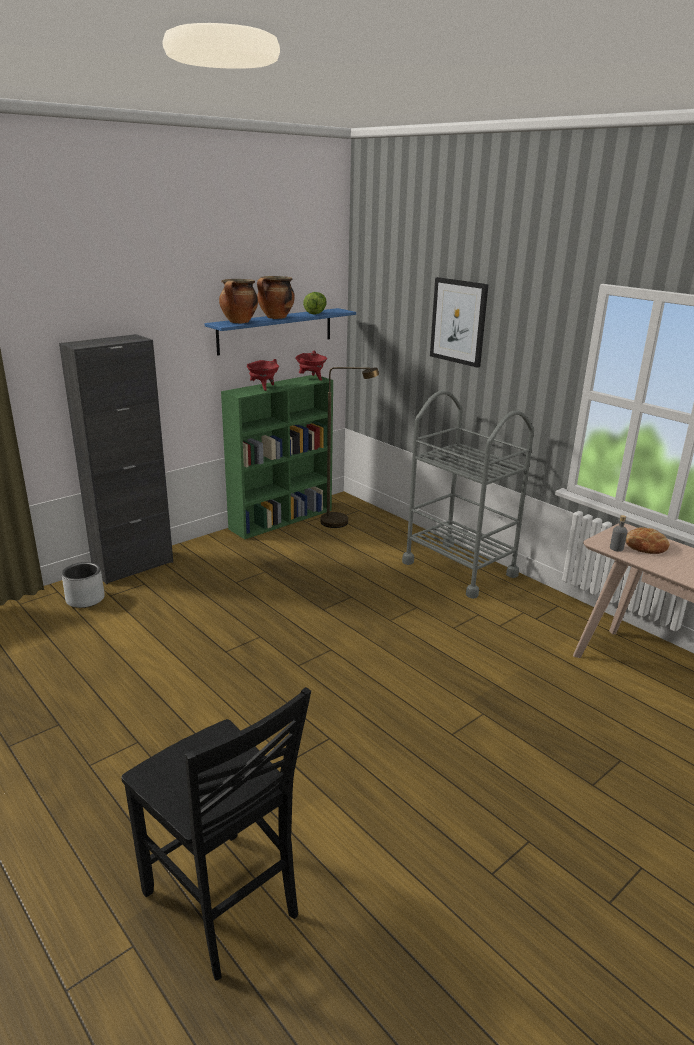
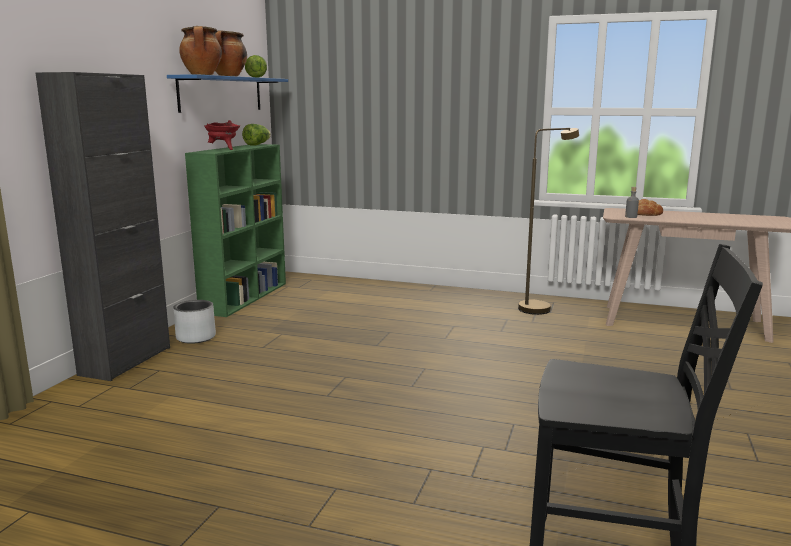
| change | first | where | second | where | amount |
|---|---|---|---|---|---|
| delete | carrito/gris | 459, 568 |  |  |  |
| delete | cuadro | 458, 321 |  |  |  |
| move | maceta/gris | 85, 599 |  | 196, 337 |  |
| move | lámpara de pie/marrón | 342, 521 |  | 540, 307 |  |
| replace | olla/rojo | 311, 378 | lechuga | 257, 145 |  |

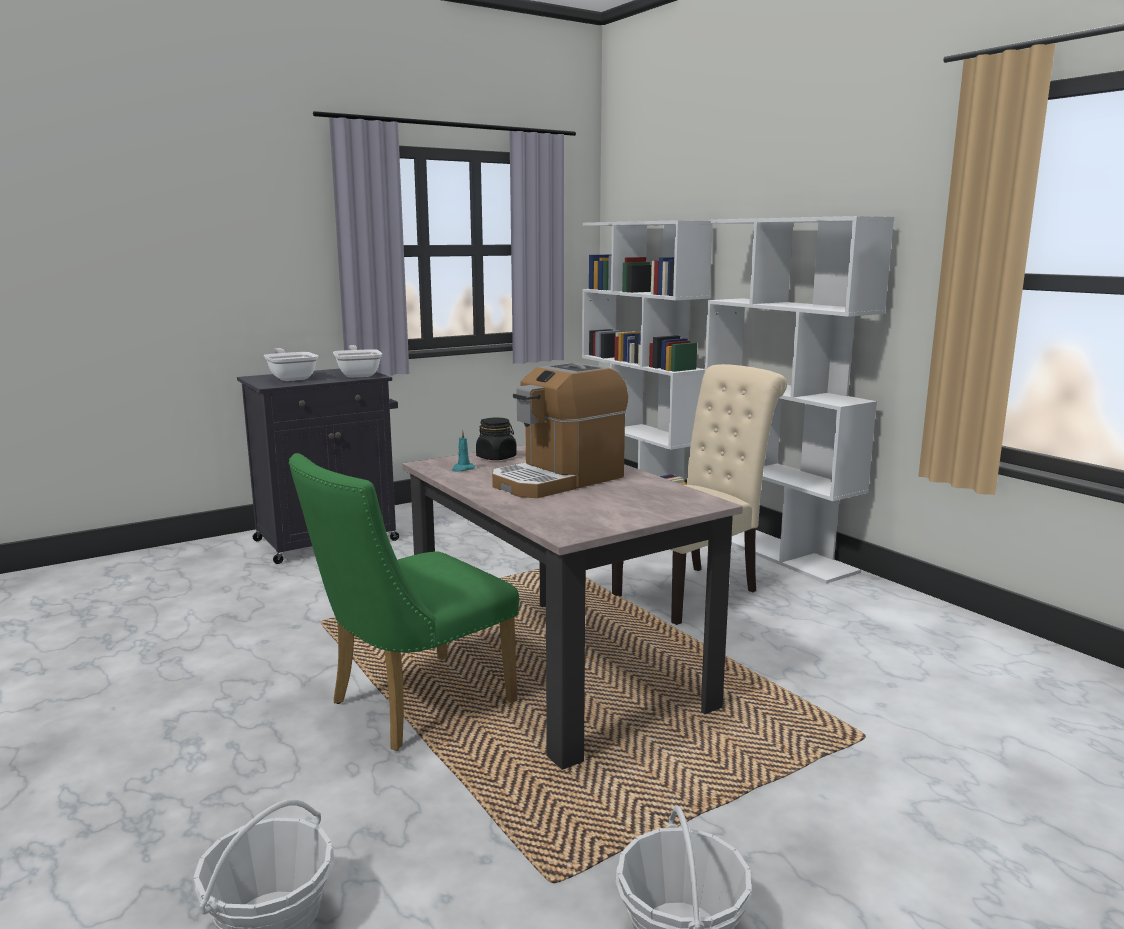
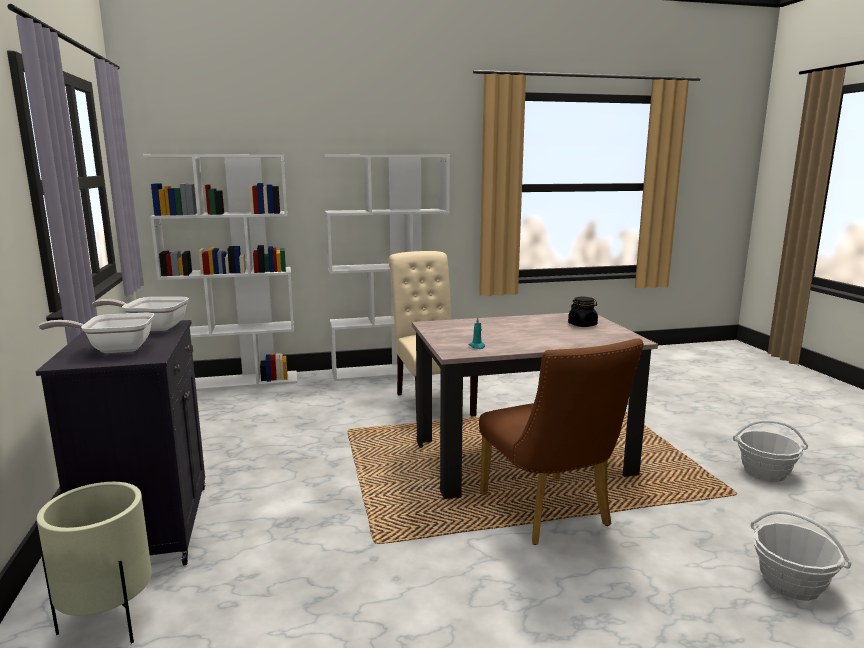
| change | first | where | second | where | amount |
|---|---|---|---|---|---|
| delete | cafetera | 558, 480 |  |  |  |
| insert |  |  | maceta/beis | 109, 621 |  |
| move | tarro/negro | 496, 457 |  | 582, 325 |  |
| recolor | silla/verde | 410, 706 | silla/marrón | 550, 514 |  |

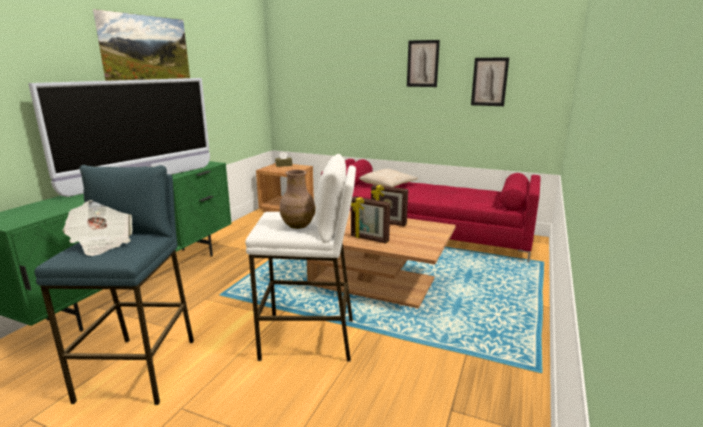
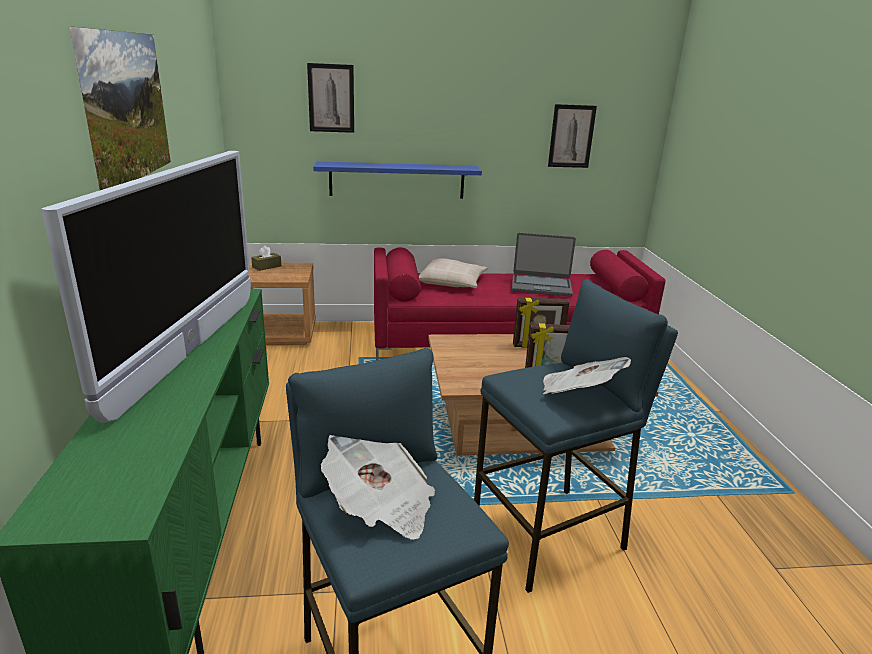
| change | first | where | second | where | amount |
|---|---|---|---|---|---|
| insert |  |  | estante/azul | 397, 180 |  |
| insert |  |  | portátil | 541, 286 |  |
| move | cuadro | 422, 63 |  | 331, 98 |  |
| replace | florero/marrón | 297, 225 | periódico | 578, 393 |  |
| recolor | taburete/blanco | 309, 339 | taburete/azul | 550, 536 |  |

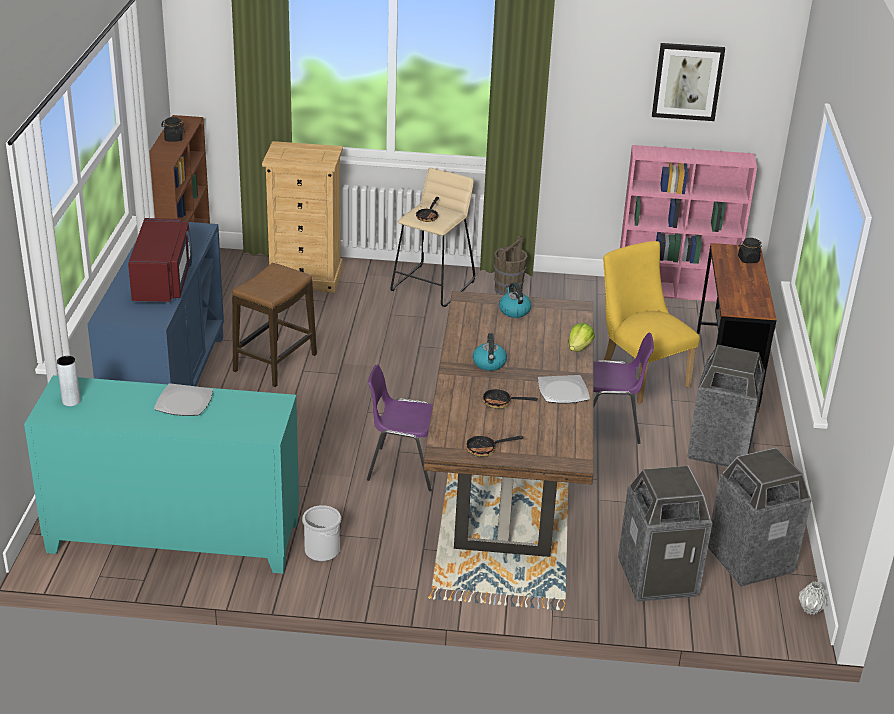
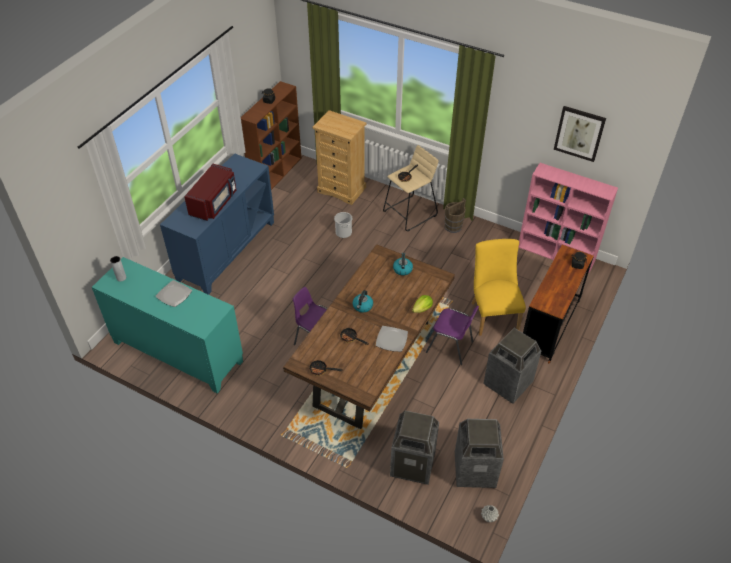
| change | first | where | second | where | amount |
|---|---|---|---|---|---|
| delete | taburete | 275, 363 |  |  |  |
| move | cubo | 321, 550 |  | 343, 232 |  |

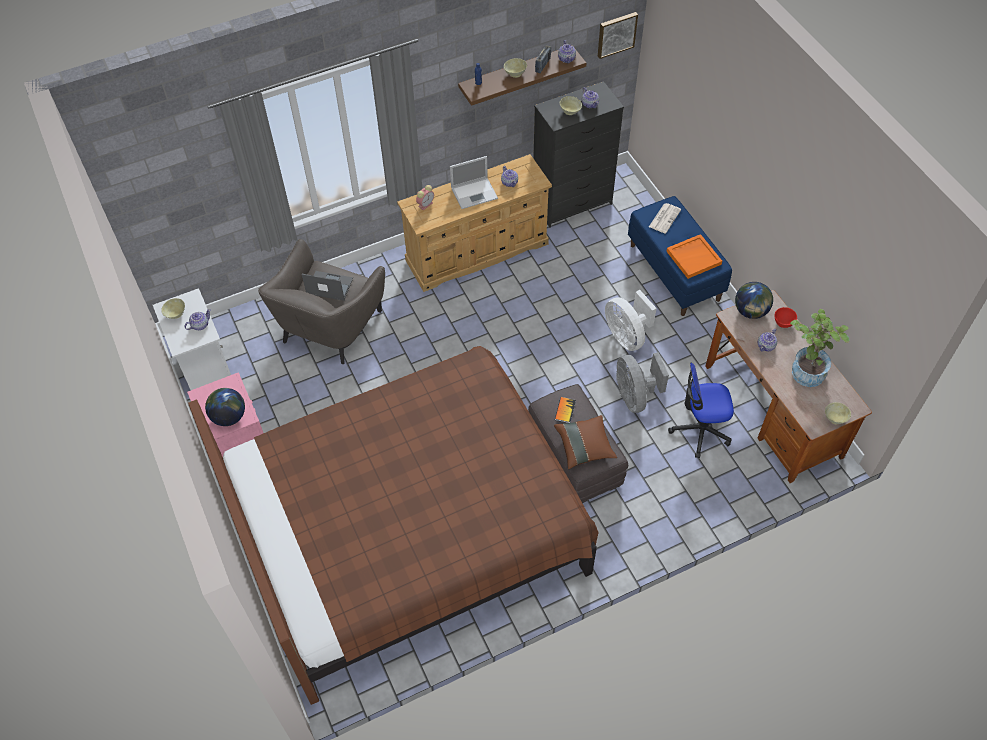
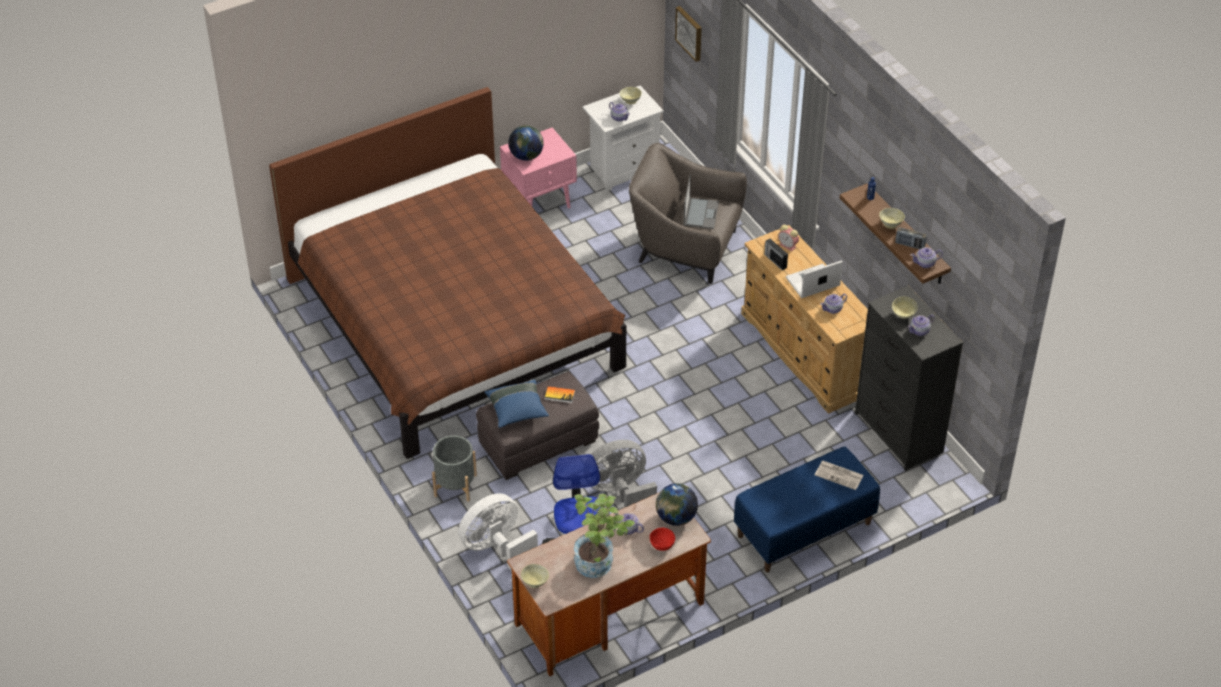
| change | first | where | second | where | amount |
|---|---|---|---|---|---|
| delete | bandeja/naranja | 693, 257 |  |  |  |
| insert |  |  | maceta/gris | 455, 485 |  |
| insert |  |  | radio | 775, 261 |  |
| move | cuadro | 616, 34 |  | 690, 33 |  |
| move | ventilador/blanco | 627, 336 |  | 496, 547 |  |
| recolor | cojín/marrón | 584, 447 | cojín/azul | 517, 411 |  |
| rotate | portátil | 475, 193 |  | 811, 282 | 90 degrees clockwise |

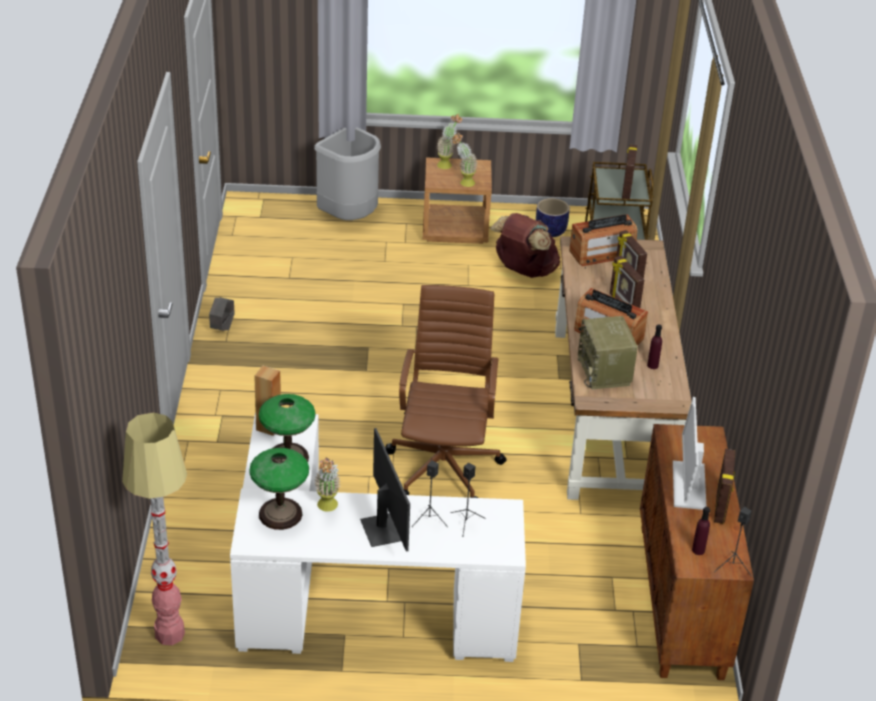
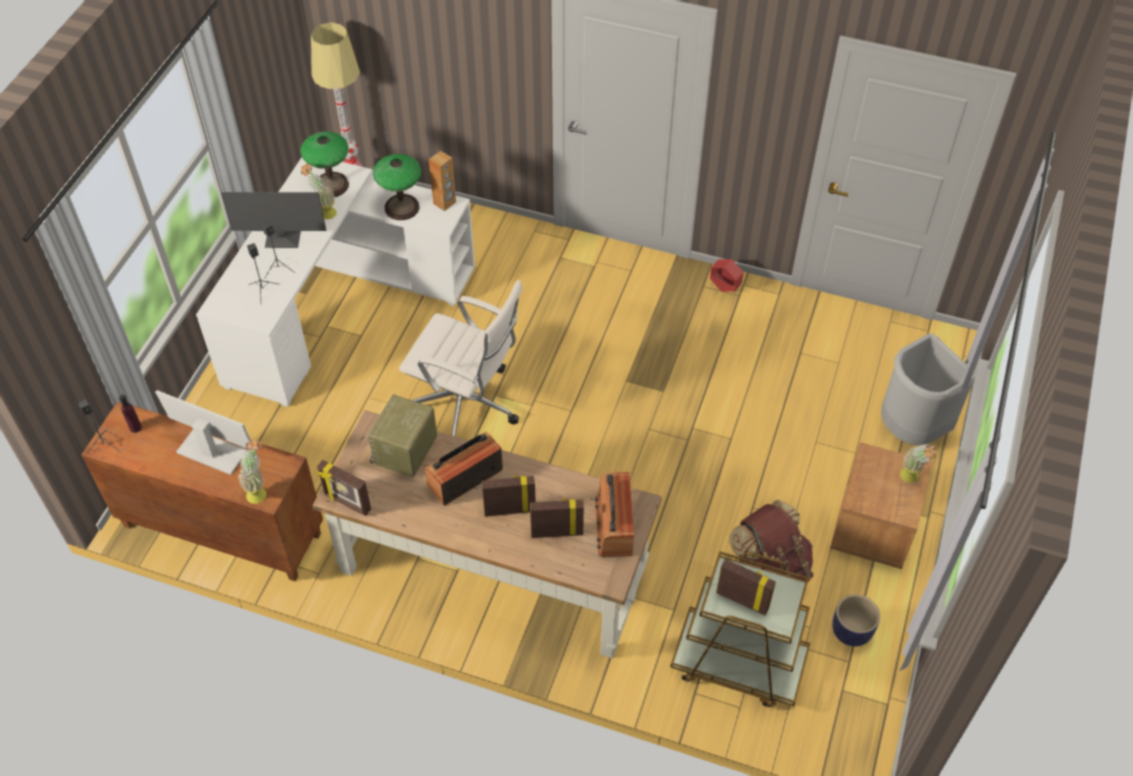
| change | first | where | second | where | amount |
|---|---|---|---|---|---|
| delete | botella/morado | 652, 365 |  |  |  |
| move | planta en maceta | 463, 182 |  | 259, 491 |  |
| move | portarretratos | 721, 506 |  | 347, 503 |  |
| recolor | maceta/gris | 222, 328 | maceta/rojo | 724, 287 |  |
| recolor | silla de oficina/marrón | 444, 466 | silla de oficina/blanco | 466, 406 |  |
| rotate | radio | 605, 372 |  | 406, 452 | 75 degrees counterclockwise |

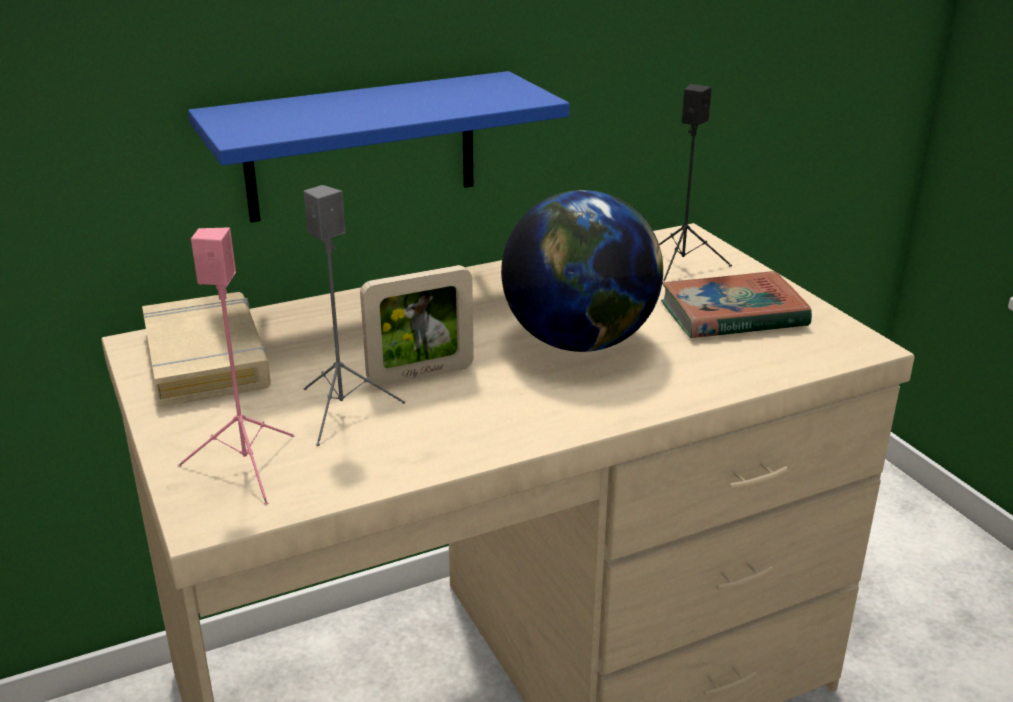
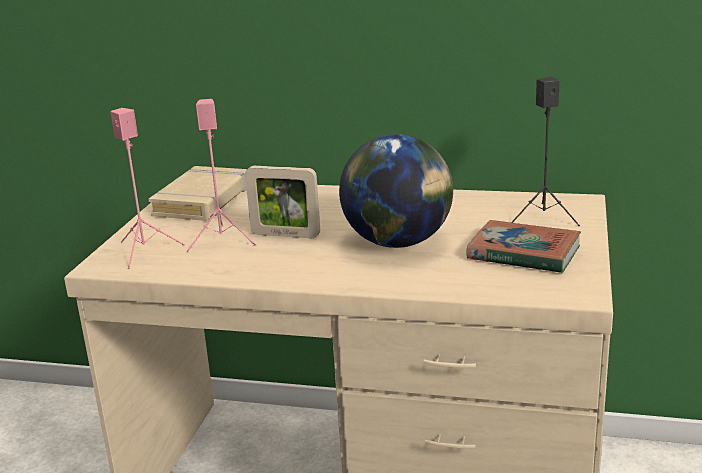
| change | first | where | second | where | amount |
|---|---|---|---|---|---|
| delete | estante/azul | 361, 147 |  |  |  |
| recolor | altavoz/gris | 343, 411 | altavoz/rosa | 222, 240 |  |

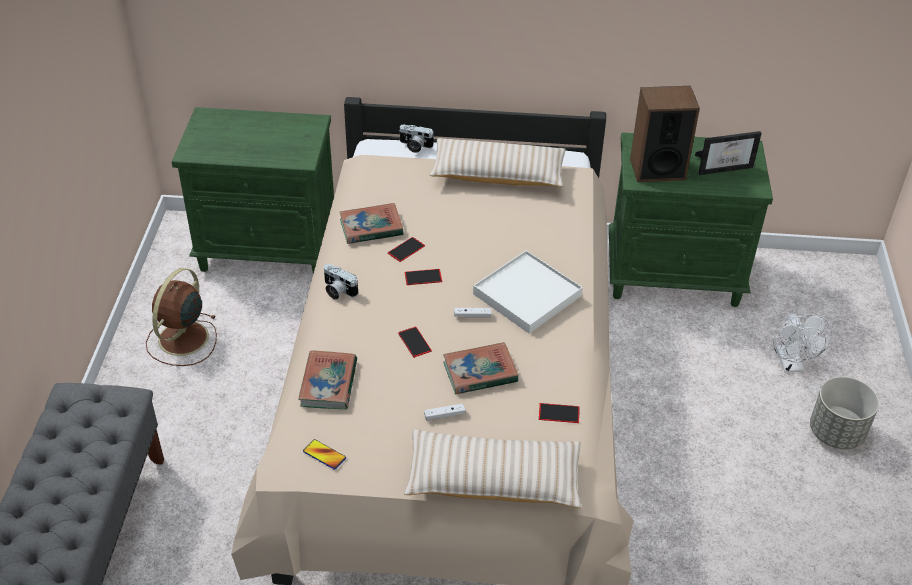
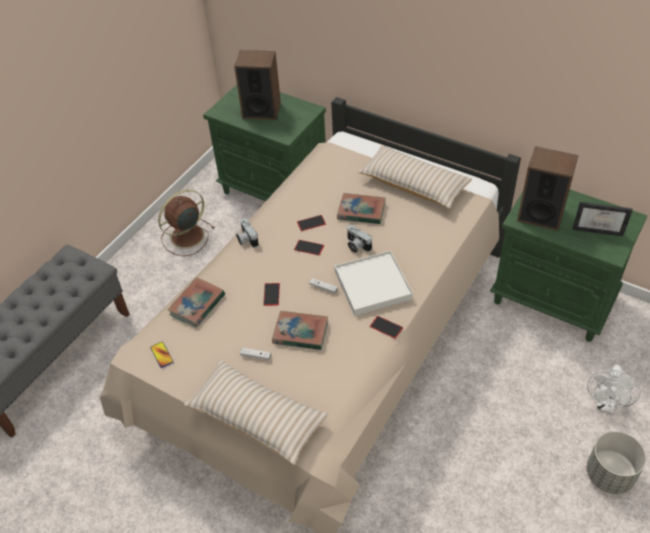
| change | first | where | second | where | amount |
|---|---|---|---|---|---|
| insert |  |  | altavoz | 261, 110 |  |
| move | libro | 371, 227 |  | 361, 211 |  |
| move | cámara | 415, 146 |  | 356, 245 |  |
| move | móvil | 559, 413 |  | 386, 327 |  |

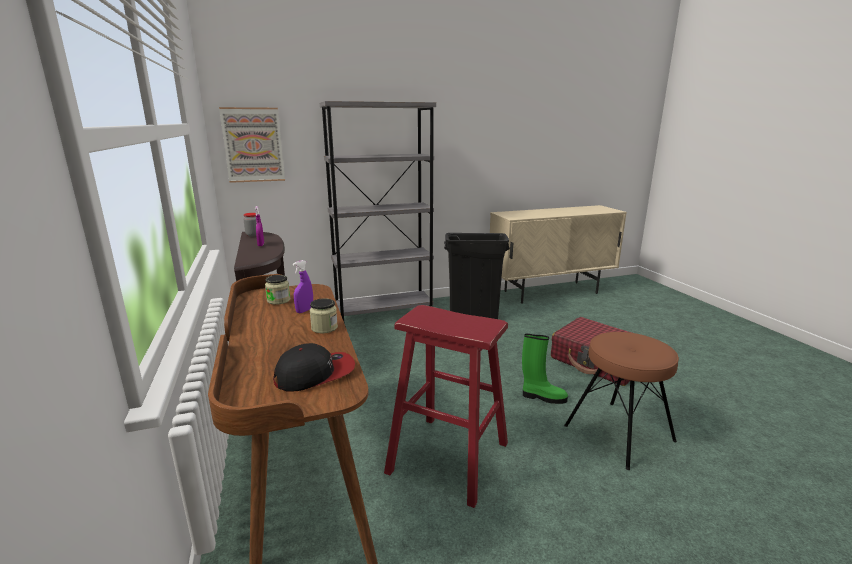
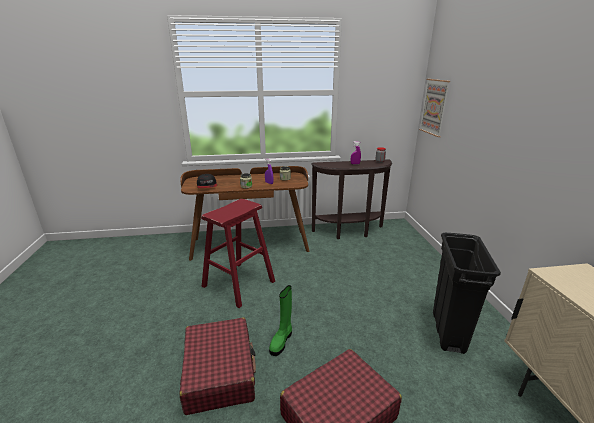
| change | first | where | second | where | amount |
|---|---|---|---|---|---|
| delete | estantería/gris | 384, 314 |  |  |  |
| replace | taburete/marrón | 618, 433 | maleta/rojo | 220, 371 |  |

